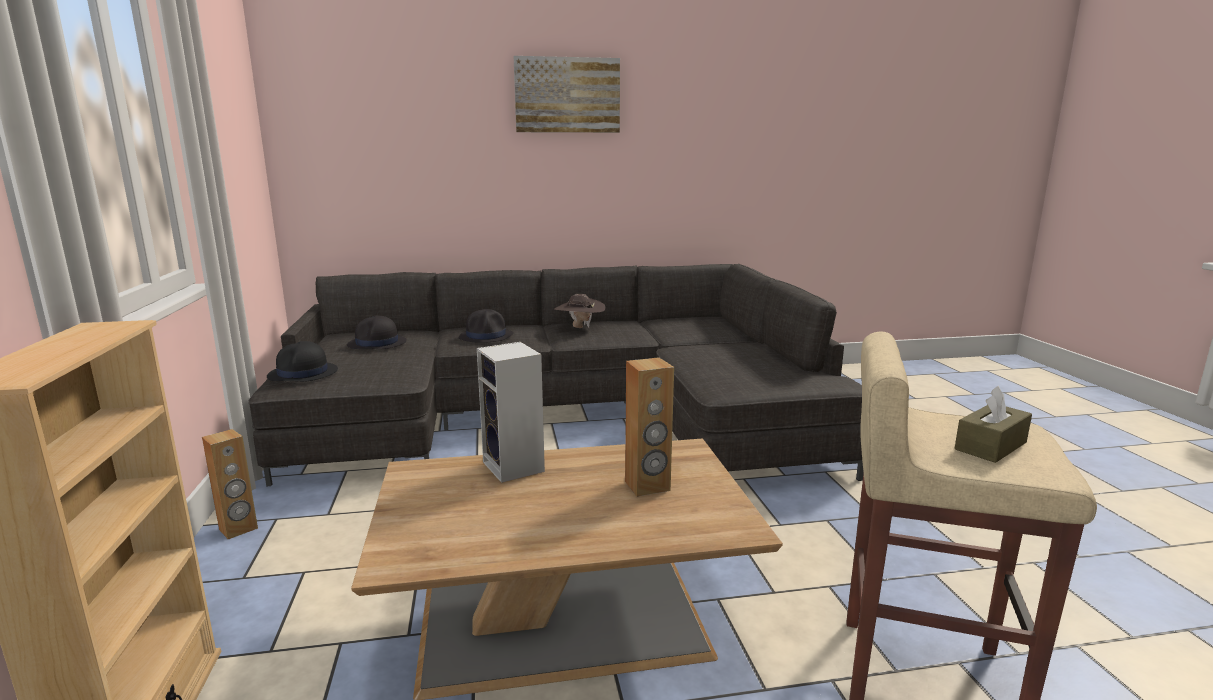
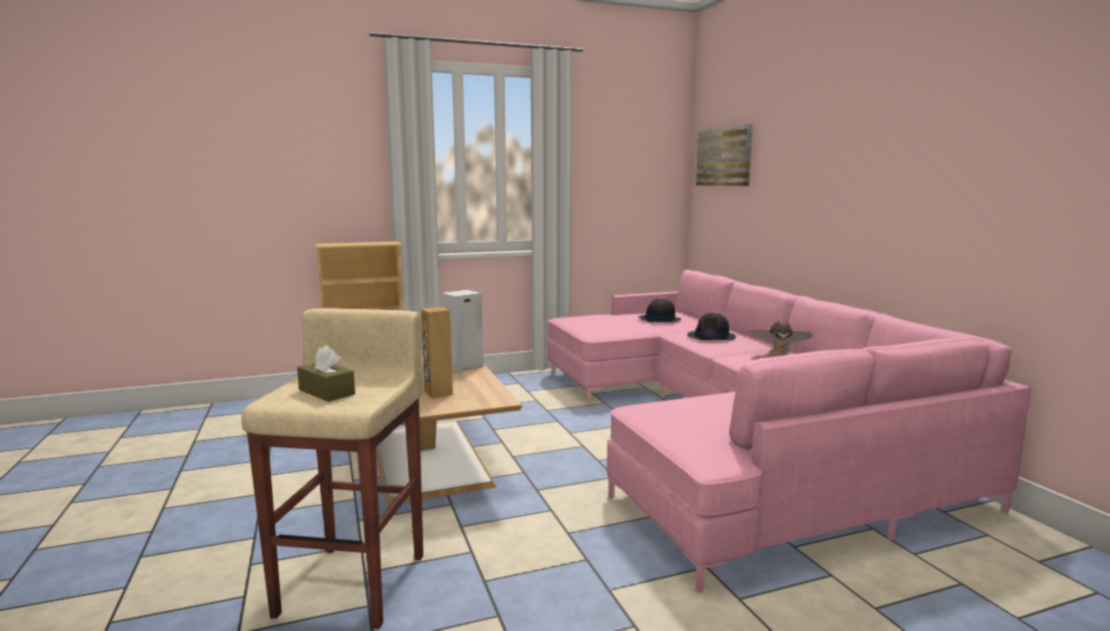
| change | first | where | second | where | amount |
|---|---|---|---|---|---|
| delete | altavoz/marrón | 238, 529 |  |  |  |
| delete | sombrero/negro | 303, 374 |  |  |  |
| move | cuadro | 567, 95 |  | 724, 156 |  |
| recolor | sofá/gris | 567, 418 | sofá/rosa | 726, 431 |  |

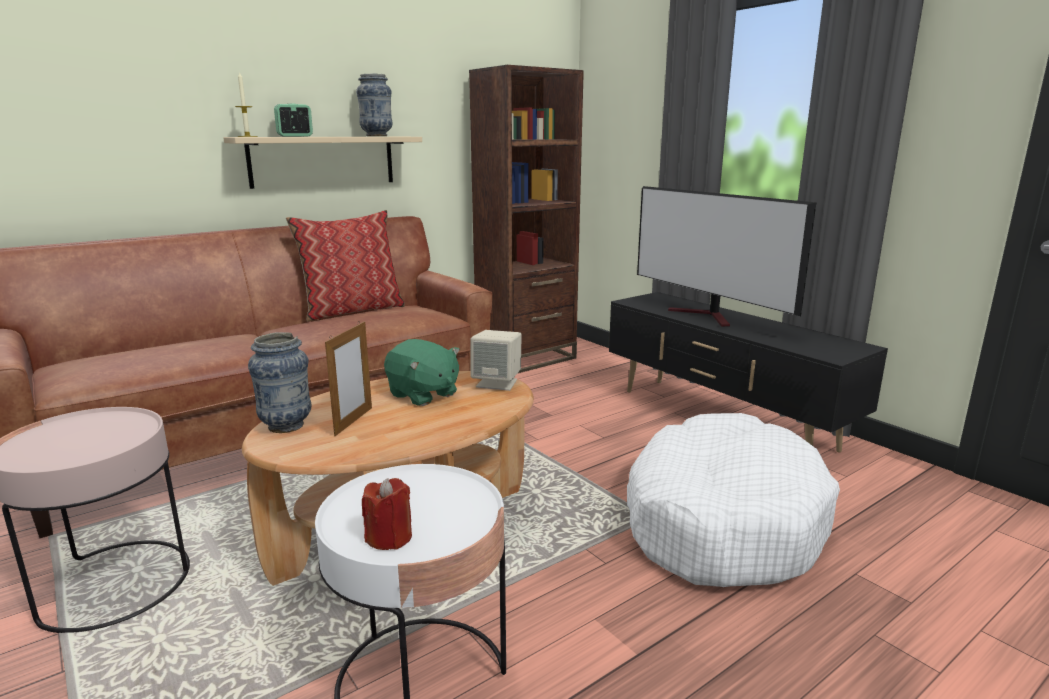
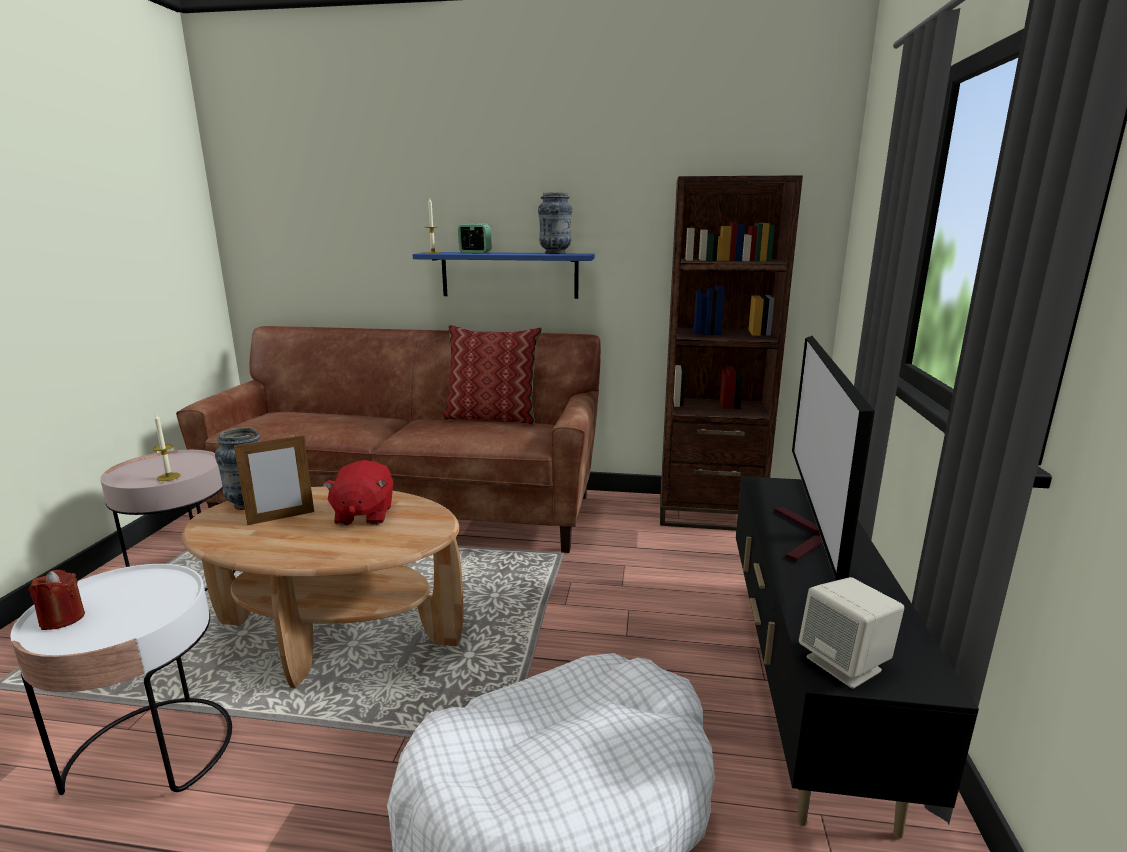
| change | first | where | second | where | amount |
|---|---|---|---|---|---|
| insert |  |  | vela | 169, 477 |  |
| move | altavoz/beis | 497, 383 |  | 845, 664 |  |
| recolor | estante/beis | 323, 161 | estante/azul | 509, 275 |  |
| recolor | peluche/verde | 423, 395 | peluche/rojo | 363, 515 |  |

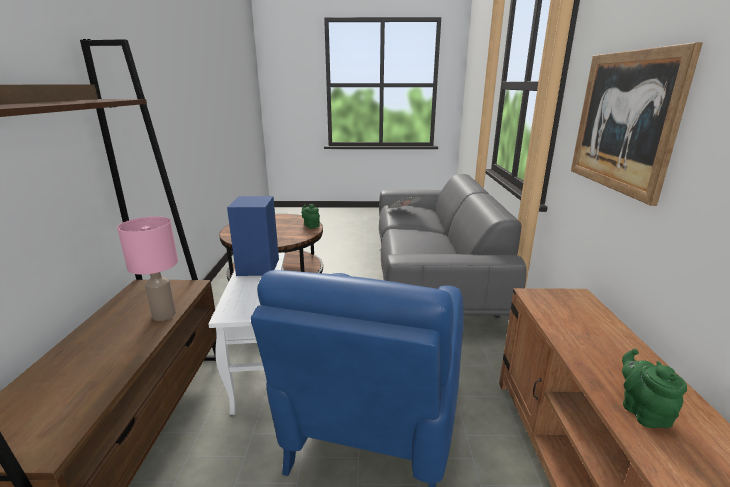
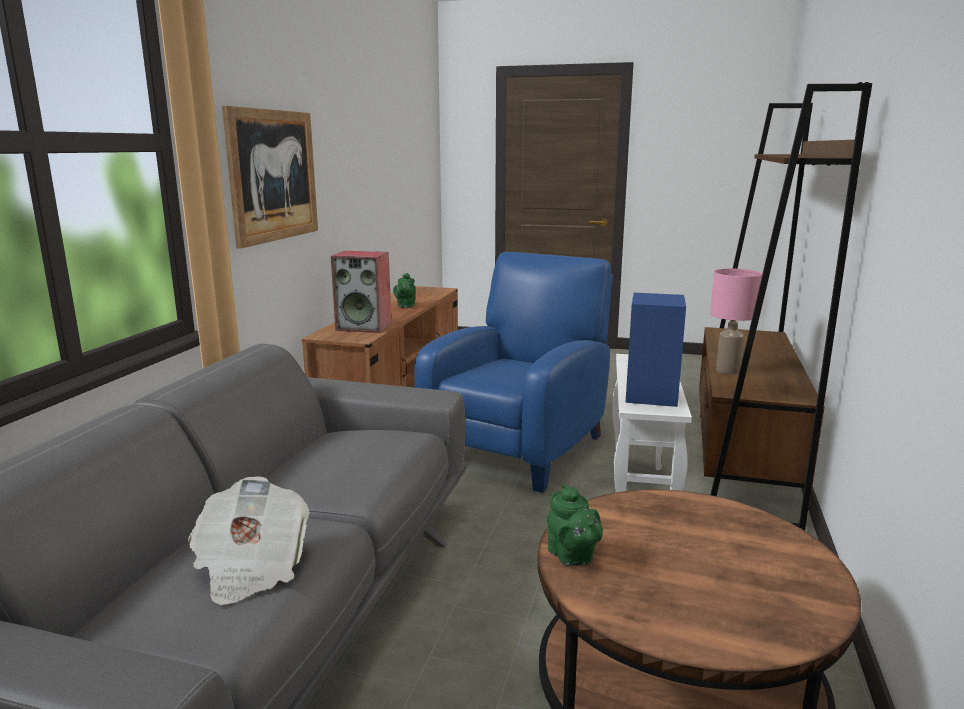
| change | first | where | second | where | amount |
|---|---|---|---|---|---|
| insert |  |  | altavoz | 364, 327 |  |

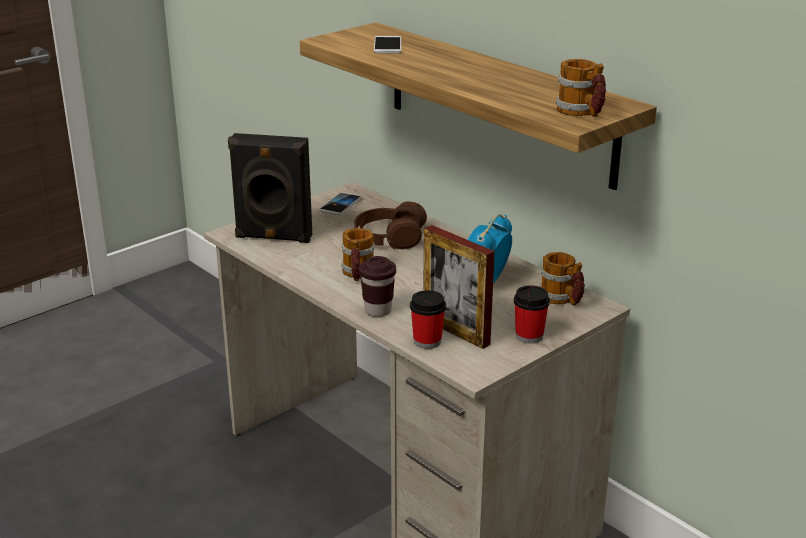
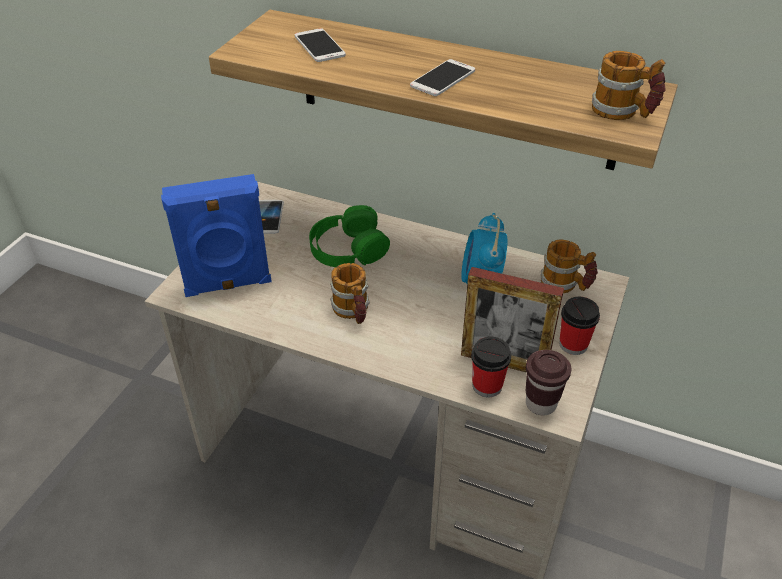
| change | first | where | second | where | amount |
|---|---|---|---|---|---|
| insert |  |  | móvil | 443, 78 |  |
| move | taza/marrón | 378, 310 |  | 541, 404 |  |
| recolor | altavoz/negro | 273, 237 | altavoz/azul | 228, 285 |  |
| recolor | auriculares/marrón | 389, 236 | auriculares/verde | 347, 248 |  |

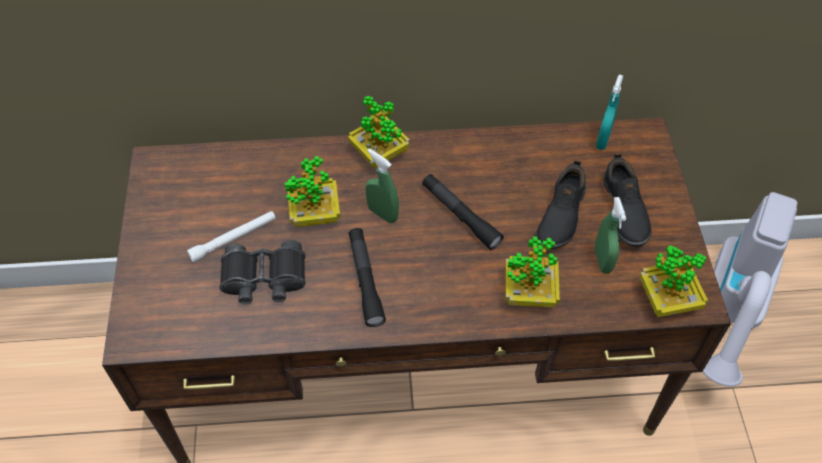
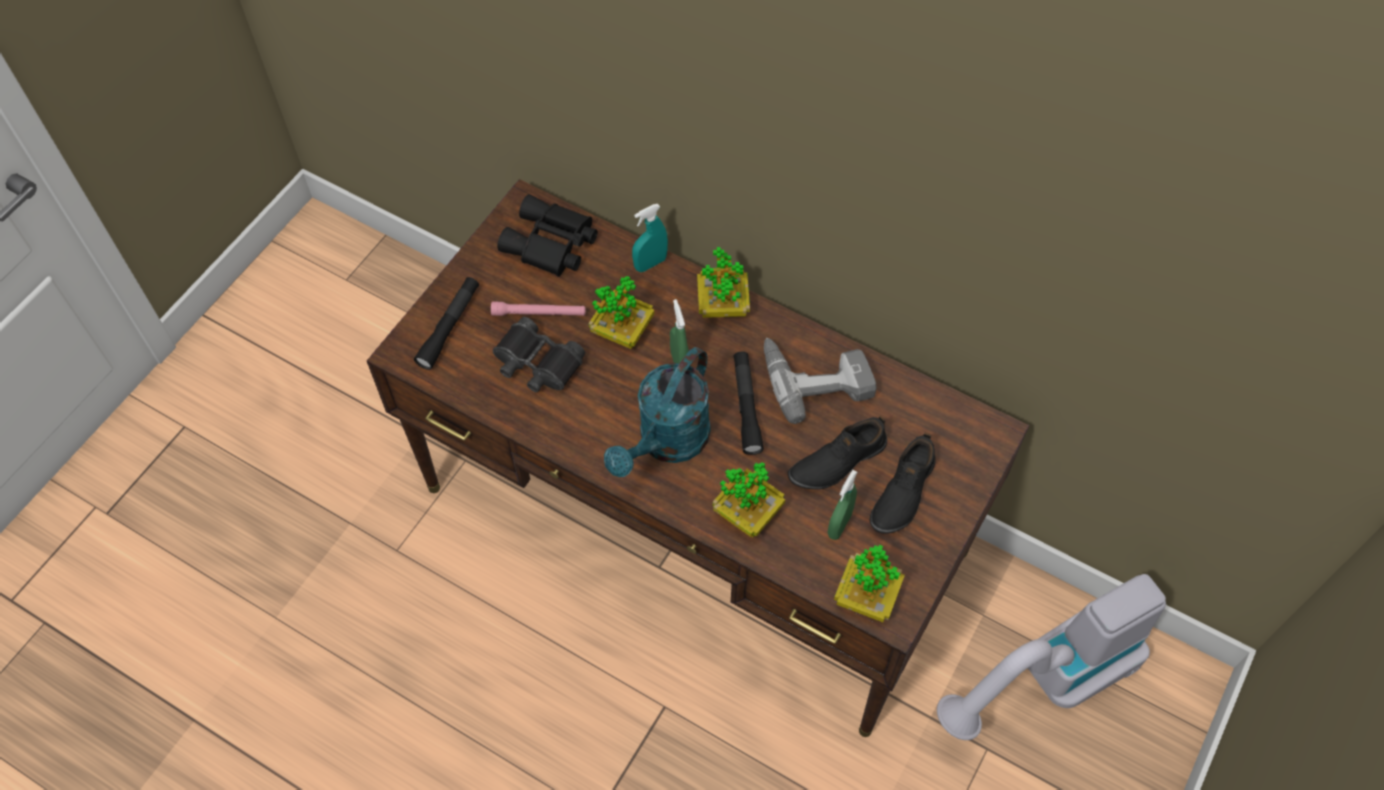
| change | first | where | second | where | amount |
|---|---|---|---|---|---|
| insert |  |  | prismáticos/negro | 551, 245 |  |
| insert |  |  | regadera/turquesa | 667, 443 |  |
| insert |  |  | taladro | 815, 377 |  |
| move | linterna/negro | 365, 280 |  | 449, 327 |  |
| move | pulverizador/turquesa | 603, 140 |  | 650, 263 |  |
| recolor | linterna/blanco | 233, 239 | linterna/rosa | 539, 313 |  |

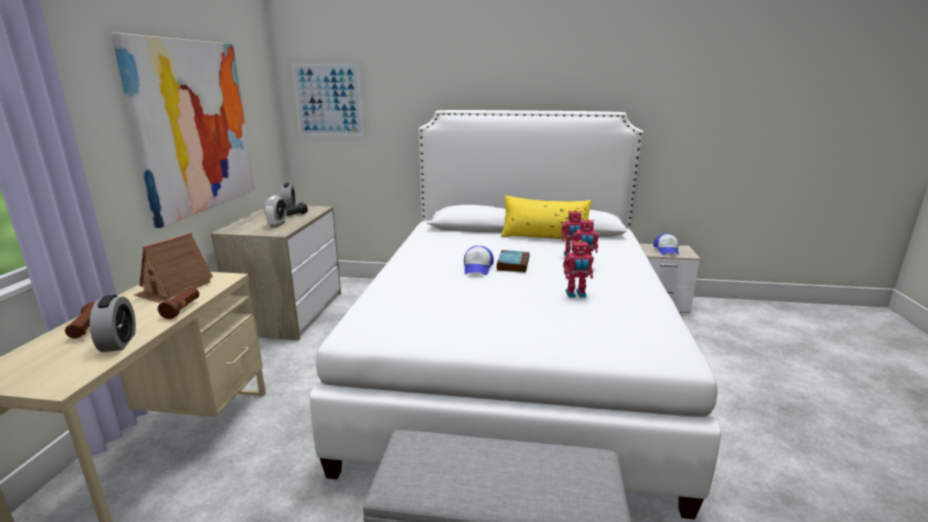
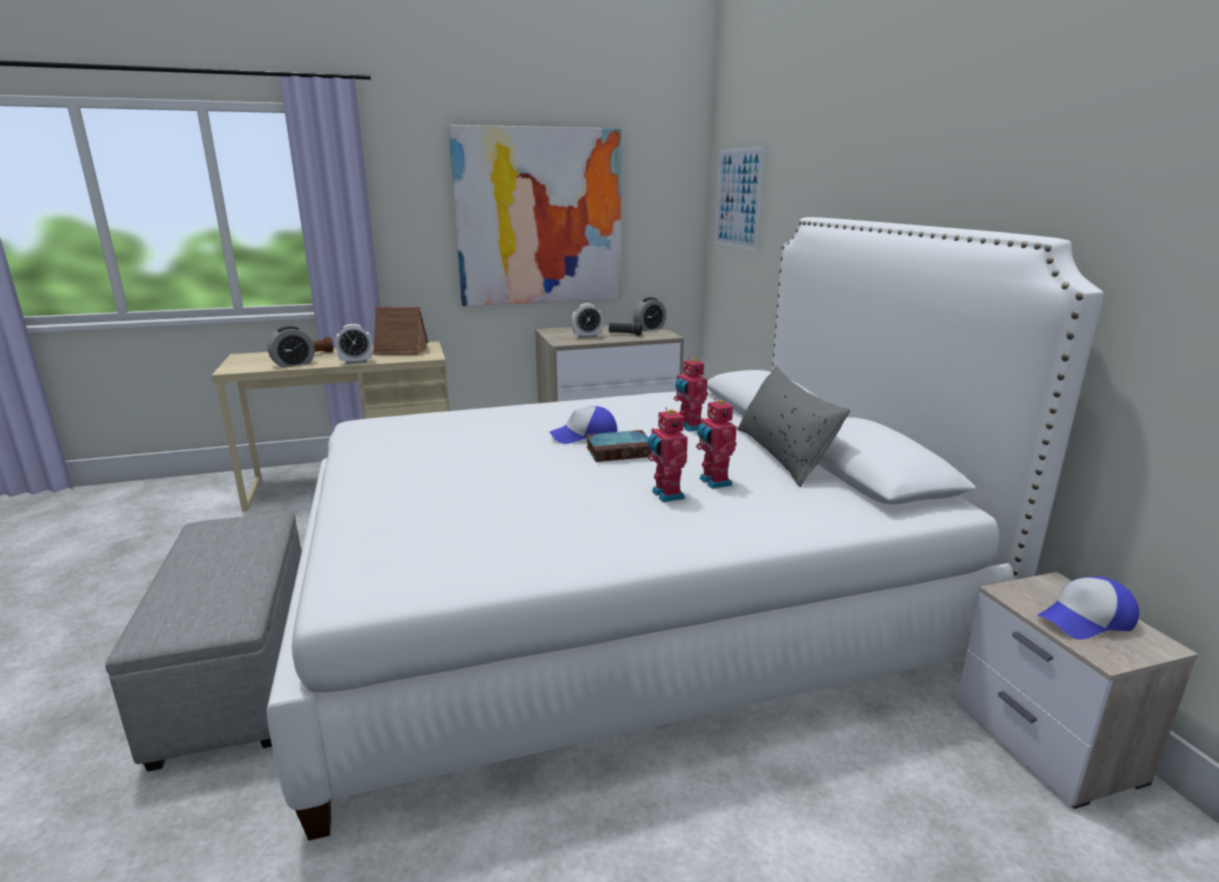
| change | first | where | second | where | amount |
|---|---|---|---|---|---|
| move | robot de juguete | 576, 295 |  | 689, 427 |  |
| replace | linterna/marrón | 182, 309 | despertador | 356, 362 |  |
| recolor | cojín/amarillo | 544, 237 | cojín/gris | 783, 454 |  |

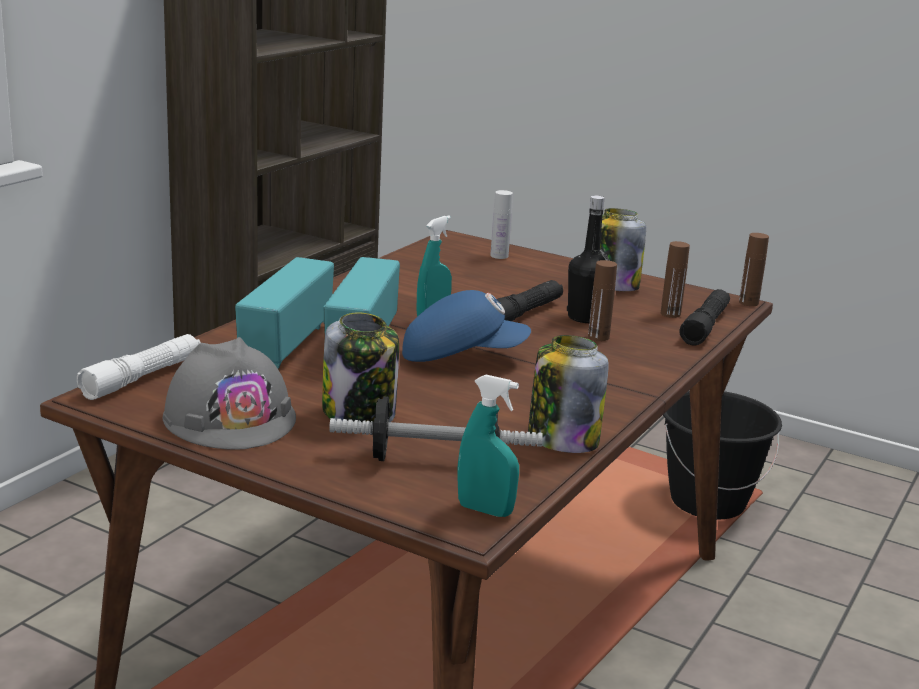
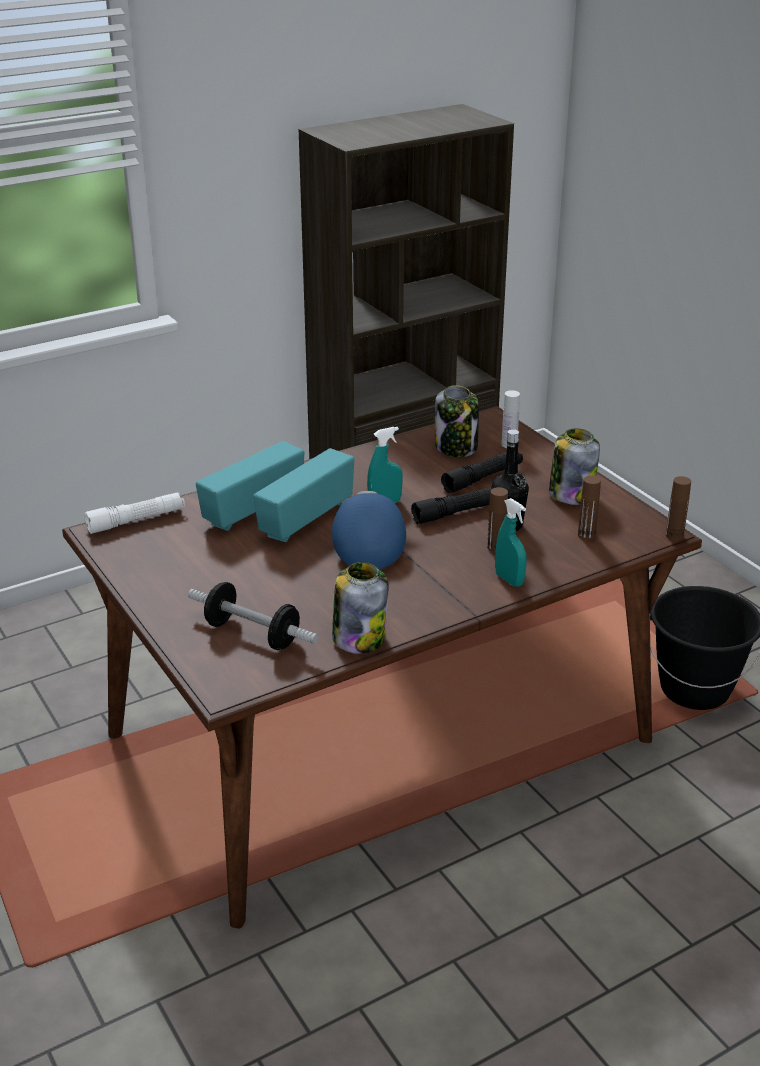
| change | first | where | second | where | amount |
|---|---|---|---|---|---|
| delete | casco/gris | 230, 418 |  |  |  |
| move | tarro | 360, 414 |  | 456, 447 |  |
| move | pulverizador/turquesa | 485, 510 |  | 509, 580 |  |
| move | linterna/negro | 705, 326 |  | 482, 478 |  |
| rotate | gorra/azul | 461, 357 |  | 367, 546 | 120 degrees counterclockwise |

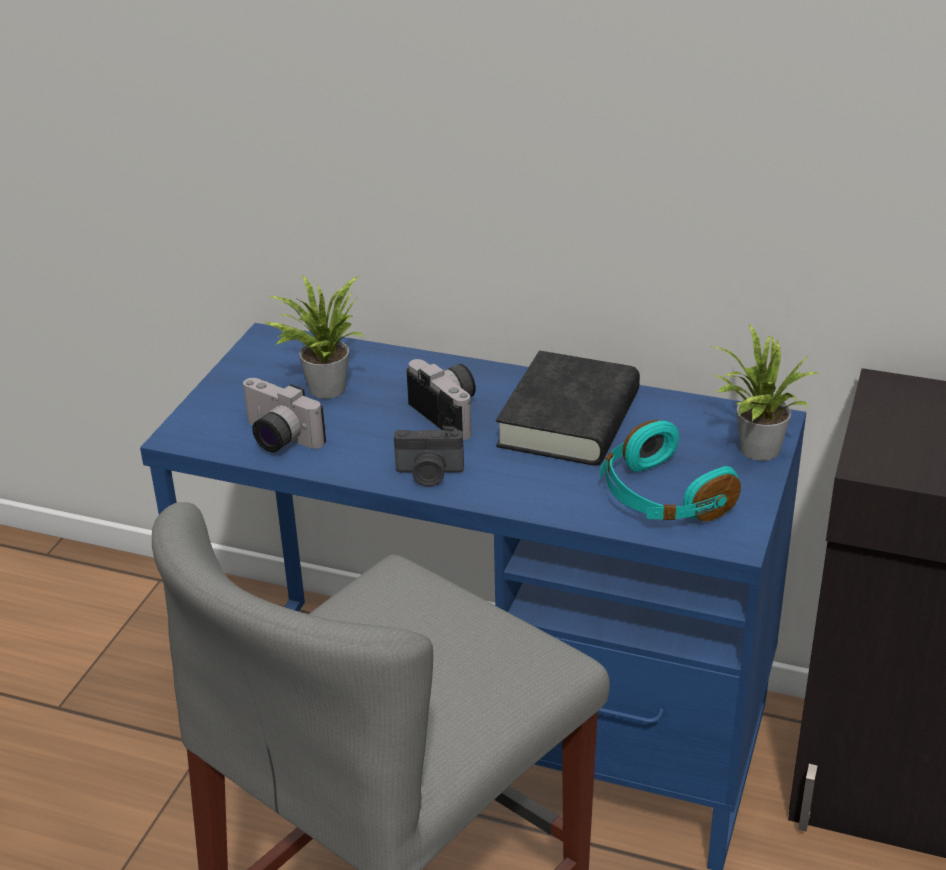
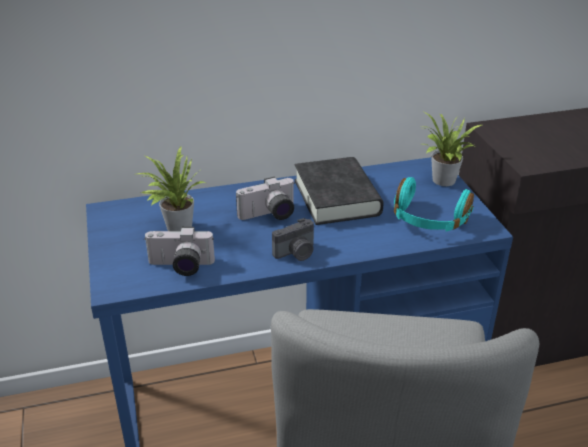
| change | first | where | second | where | amount |
|---|---|---|---|---|---|
| rotate | cámara | 452, 413 |  | 269, 215 | 135 degrees clockwise |

